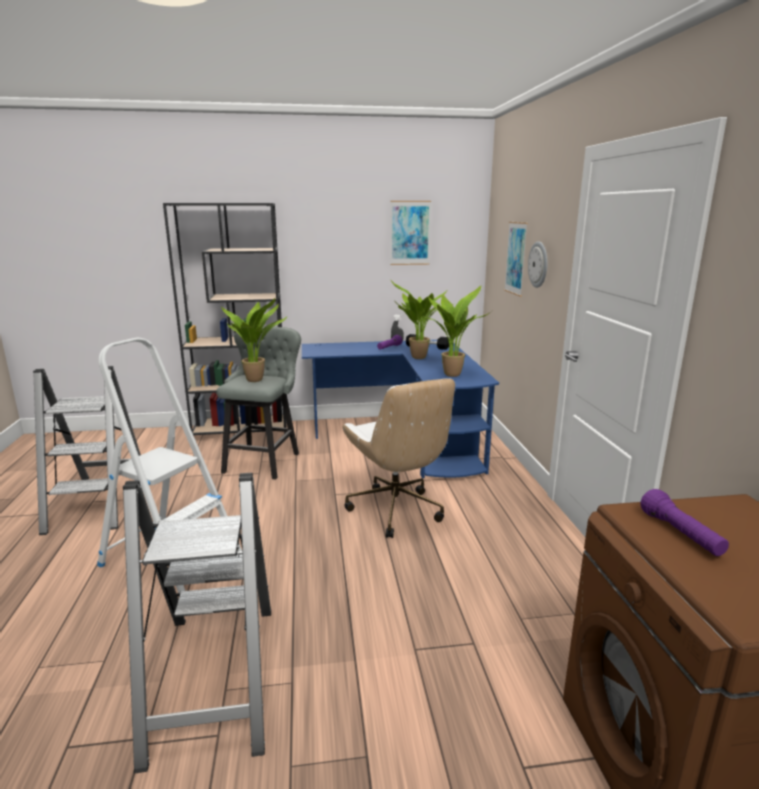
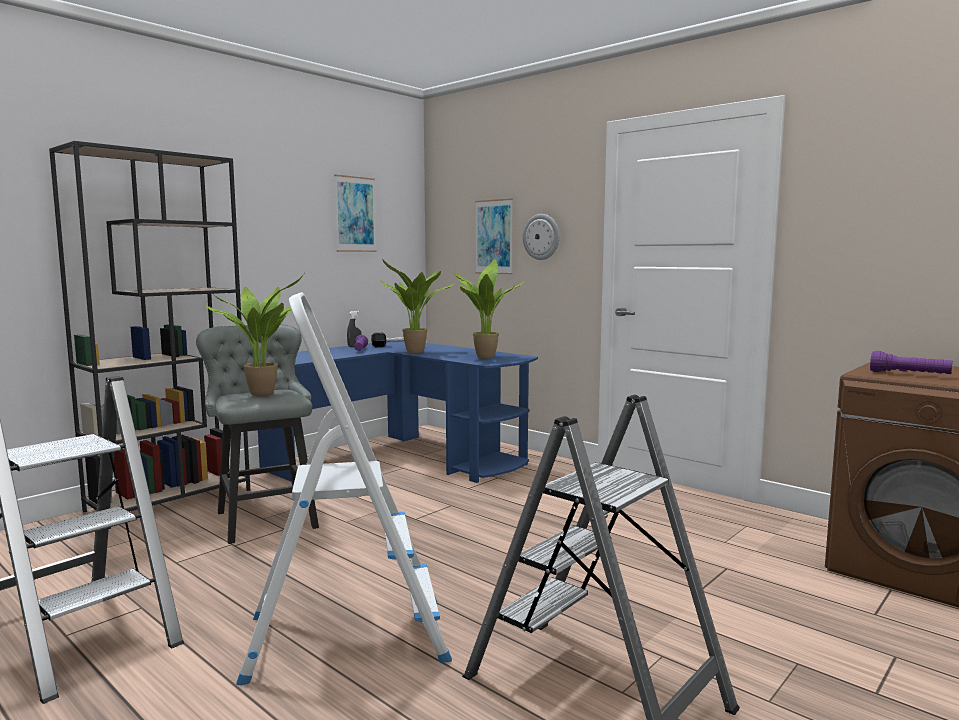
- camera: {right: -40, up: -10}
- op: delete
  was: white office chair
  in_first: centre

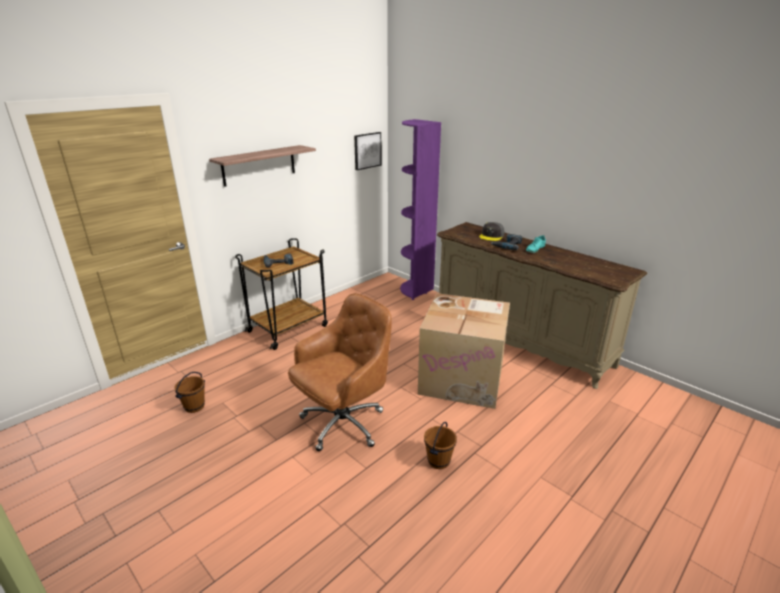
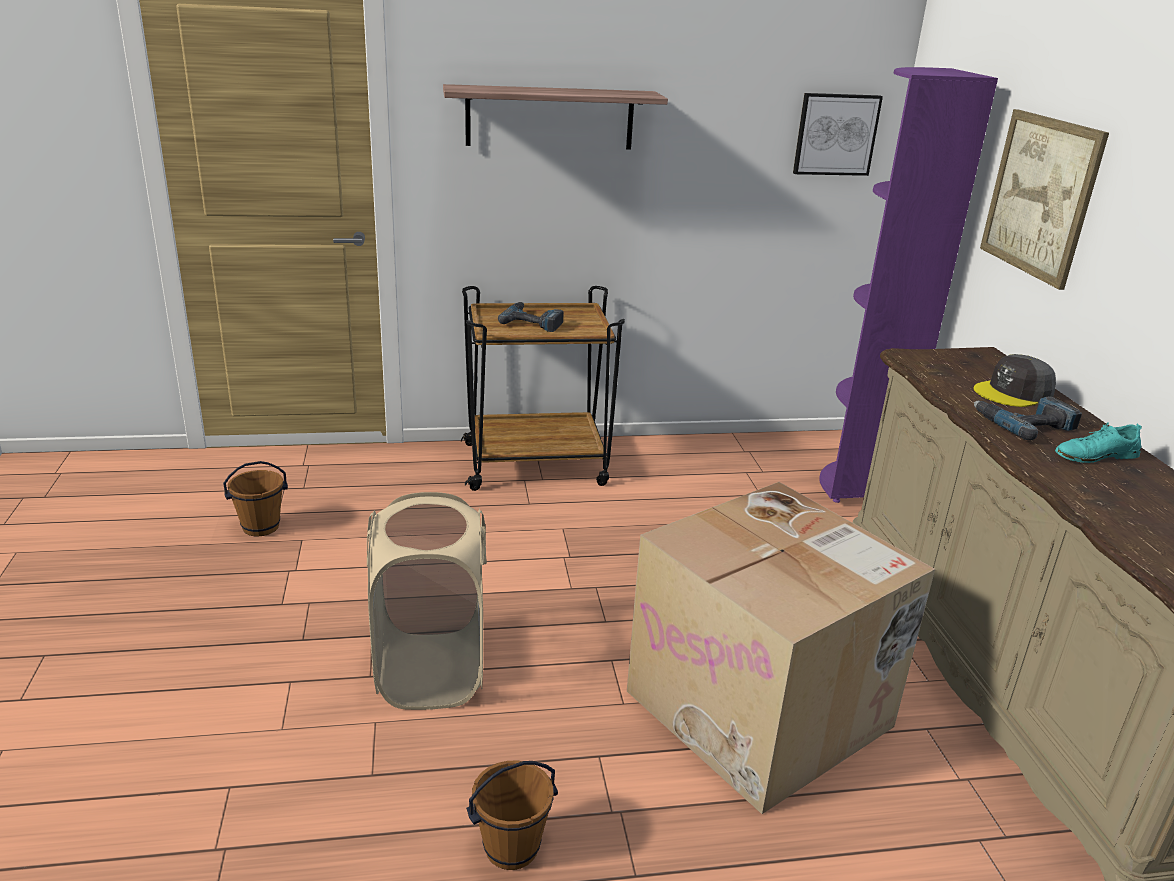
- camera: {right: 35, up: 0}
- op: replace
  was: brown-coloured office chair
  now: beige-coloured laundry basket
  in_first: centre
  in_second: bottom centre
- op: insert
  now: wall art (2nd from left)
  in_second: top right

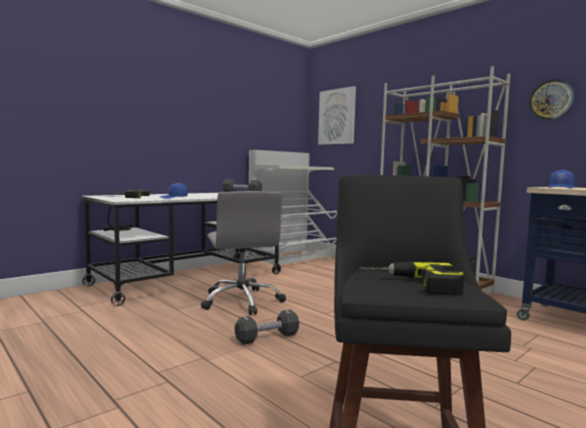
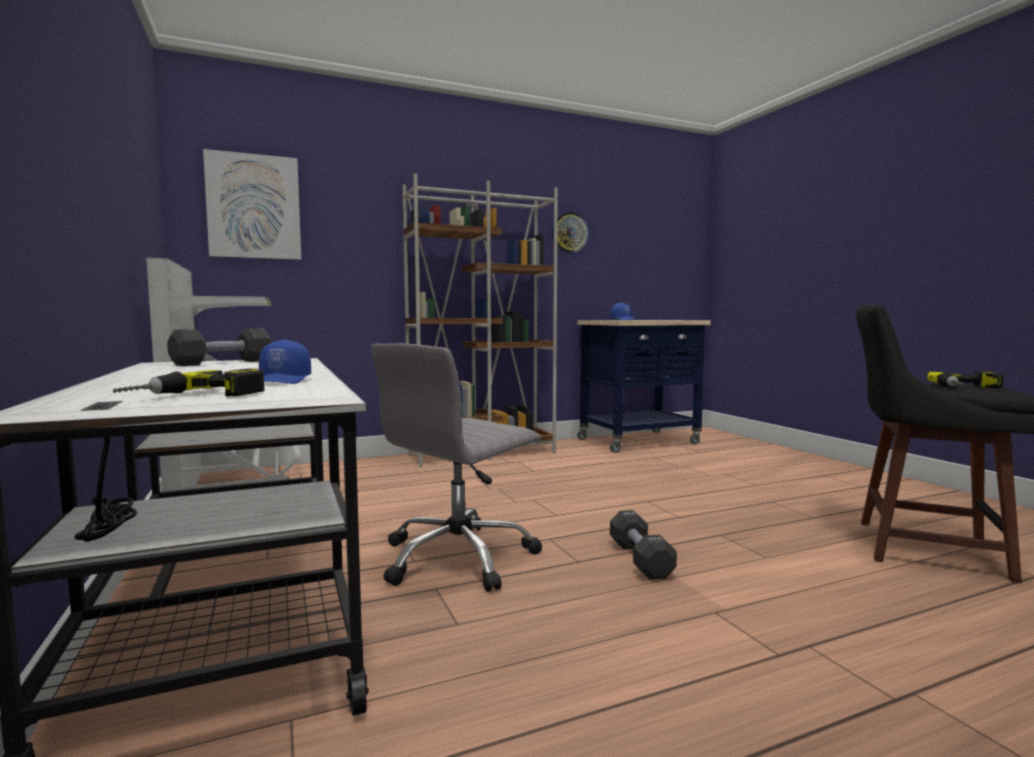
- camera: {right: -70, up: 0}
- op: rotate
  was: gray office chair
  in_first: centre
  in_second: centre
  clockwise: 135

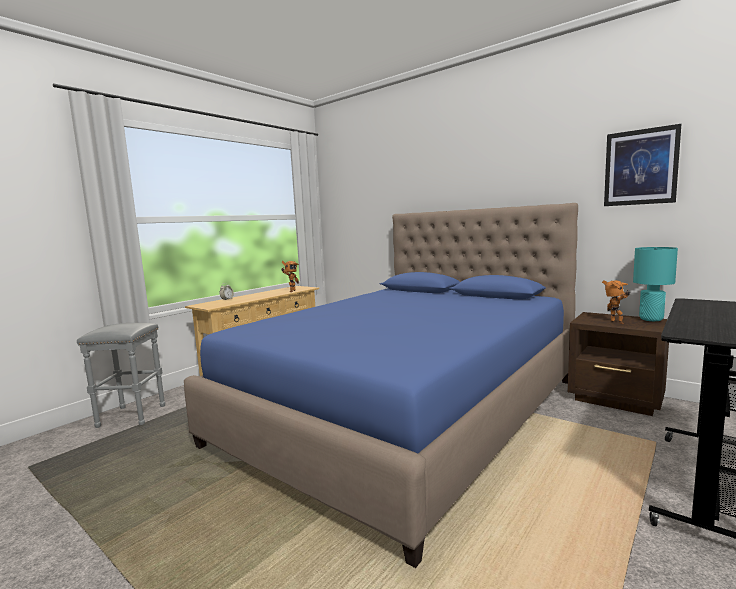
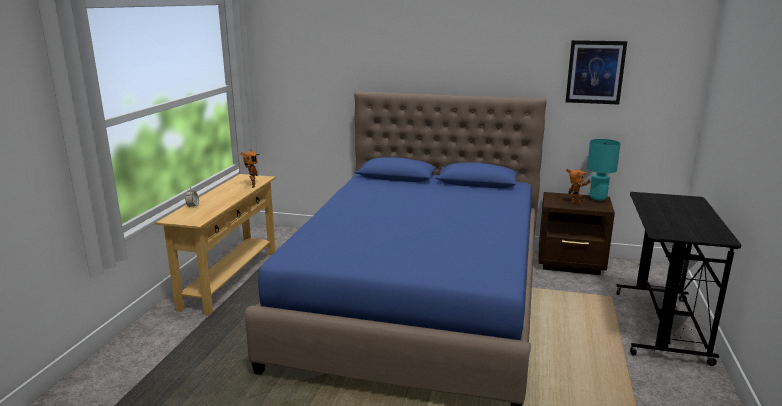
- camera: {right: -25, up: 10}
- op: delete
  was: gray sitting stool
  in_first: middle left

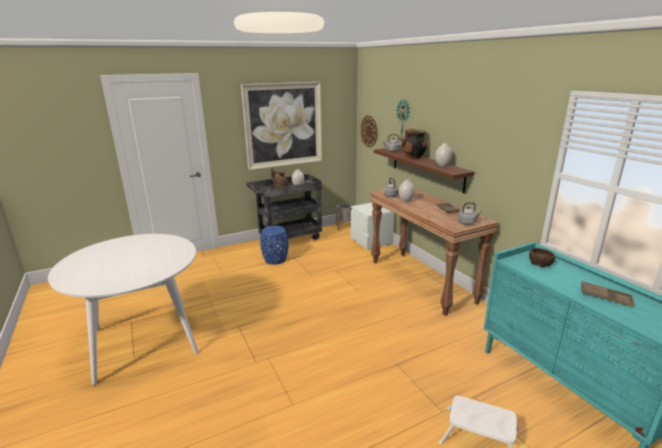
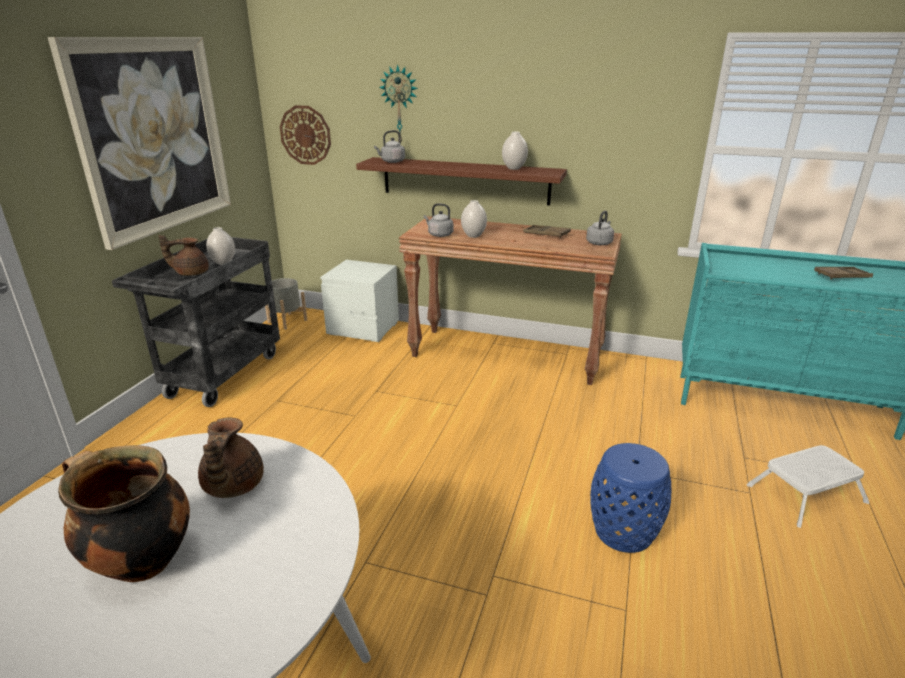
- camera: {right: -45, up: 5}
- op: move
  was: saucepot
  in_first: top centre
  in_second: bottom left
- op: insert
  now: brown-coloured tea pot (2nd from left)
  in_second: bottom left
- op: move
  was: blue sitting stool
  in_first: centre
  in_second: bottom right
- op: delete
  was: brown-coloured serving bowl
  in_first: middle right

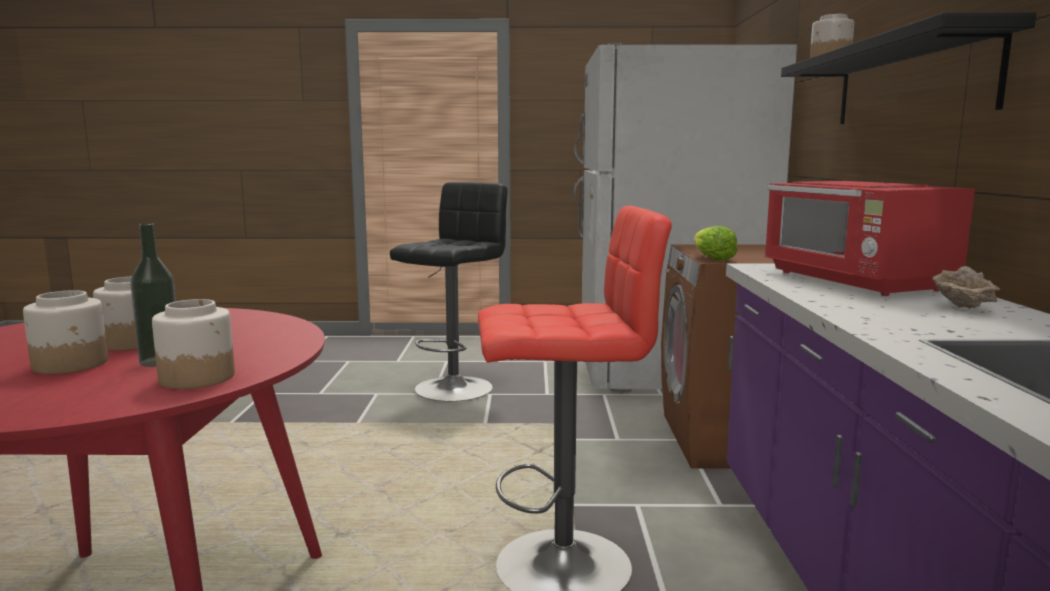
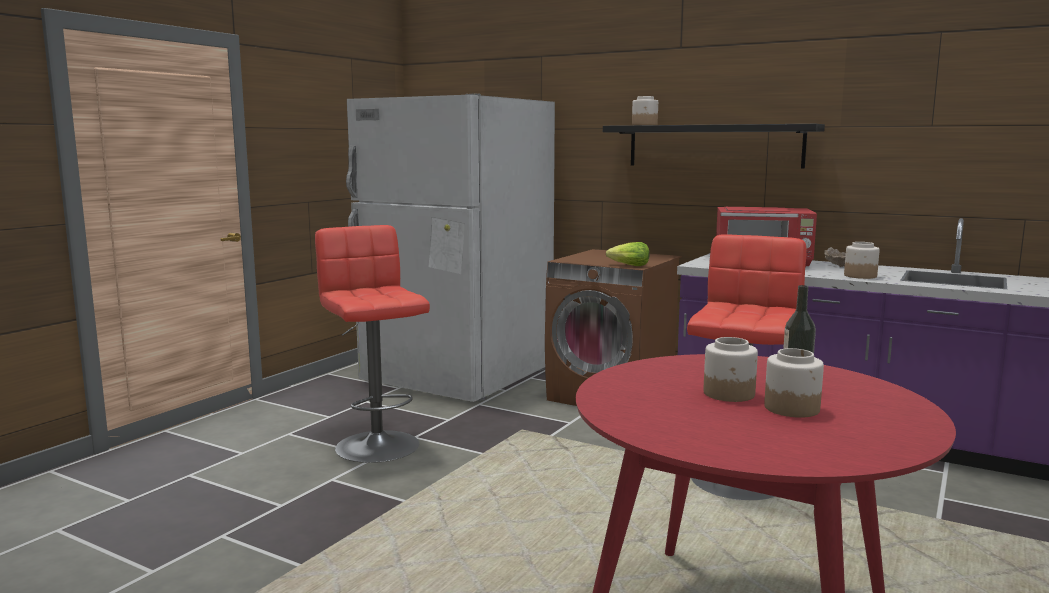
- camera: {right: -60, up: 0}
- op: recolor
  was: blackish sitting stool
  now: reddish sitting stool (1st from left)
  in_first: centre
  in_second: centre
- op: move
  was: jar (3rd from left in the first image)
  now: jar (4th from left)
  in_first: middle left
  in_second: middle right

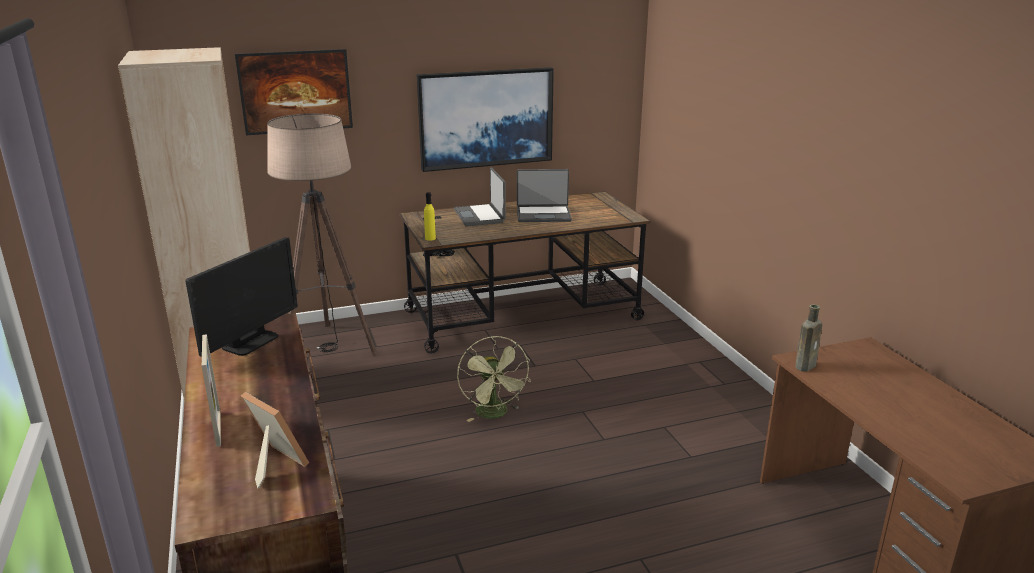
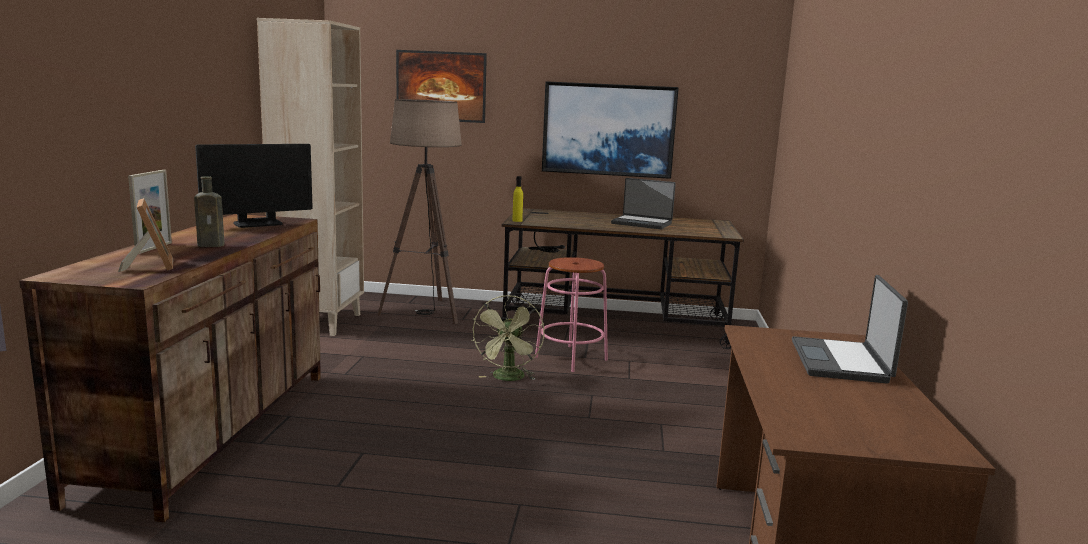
- camera: {right: 25, up: -10}
- op: move
  was: brown-coloured bottle
  in_first: middle right
  in_second: middle left
- op: insert
  now: pink sitting stool
  in_second: centre
- op: move
  was: notebook computer (1st from left in the first image)
  now: notebook computer (2nd from left)
  in_first: centre
  in_second: middle right

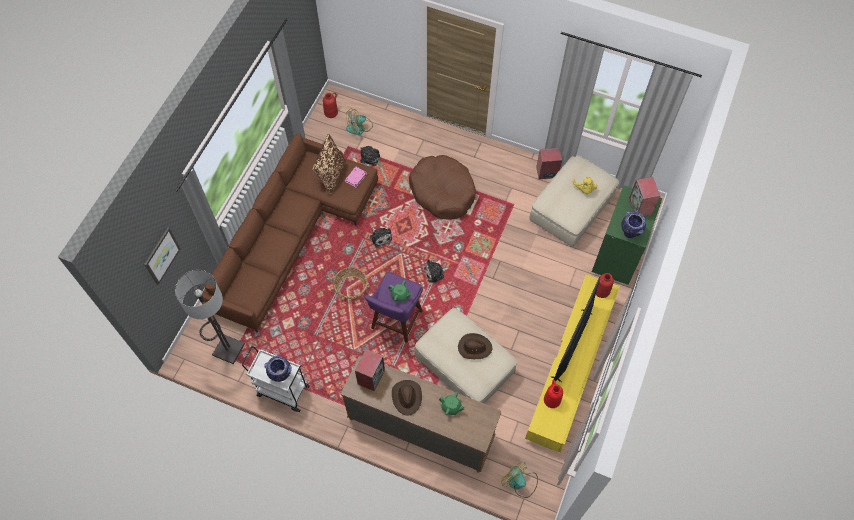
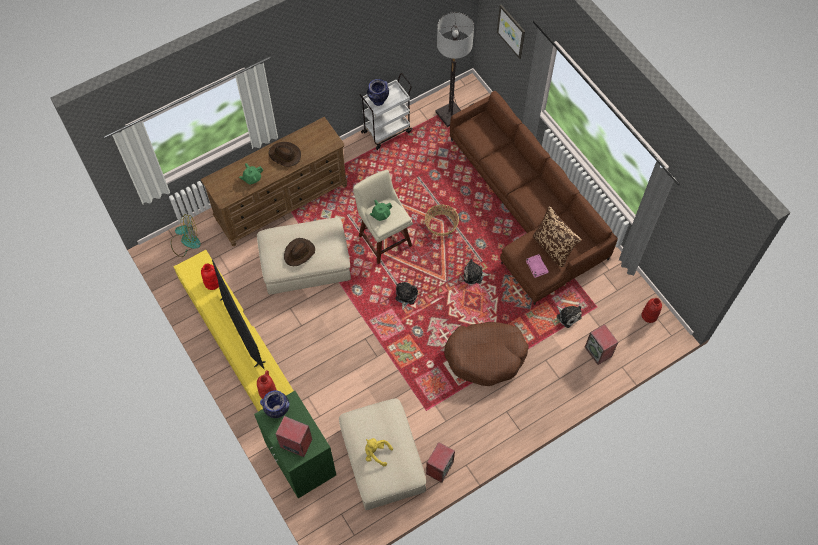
- camera: {right: 125, up: 0}
- op: recolor
  was: purple-coloured sitting stool
  now: beige-coloured sitting stool
  in_first: centre
  in_second: centre
- op: move
  was: loudspeaker (1st from left in the first image)
  now: loudspeaker (3rd from left)
  in_first: bottom centre
  in_second: middle right
- op: delete
  was: electric fan (1st from left)
  in_first: top centre

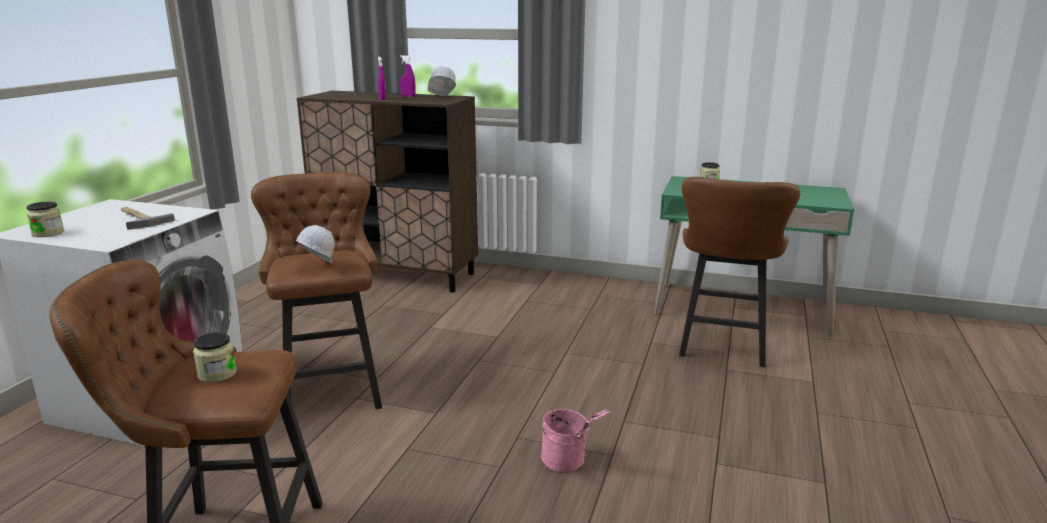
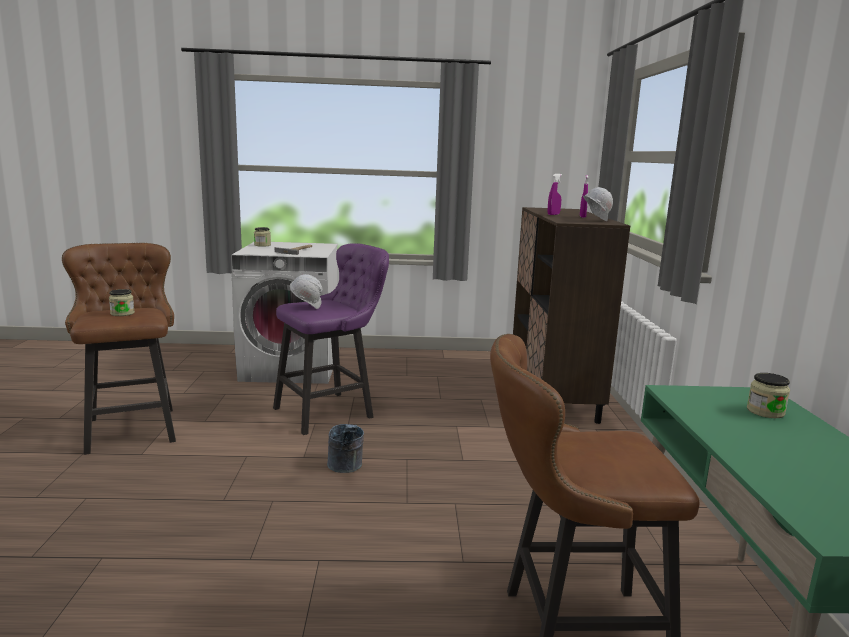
- camera: {right: 70, up: -5}
- op: recolor
  was: brown-coloured sitting stool (2nd from left)
  now: purple-coloured sitting stool
  in_first: middle left
  in_second: centre
- op: insert
  now: gray pail
  in_second: bottom centre
- op: delete
  was: pink pail
  in_first: bottom centre

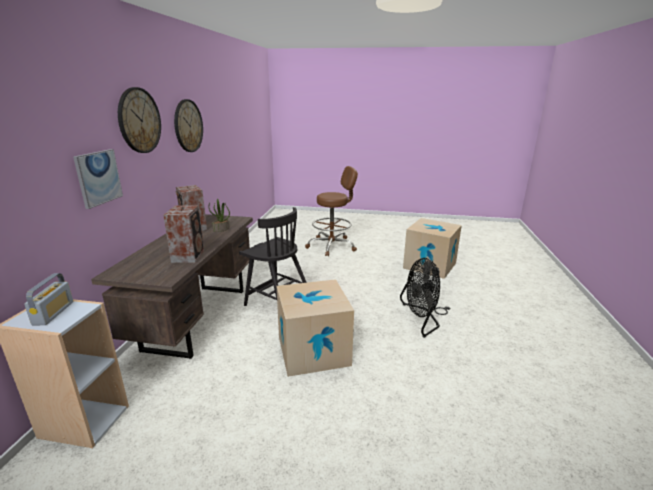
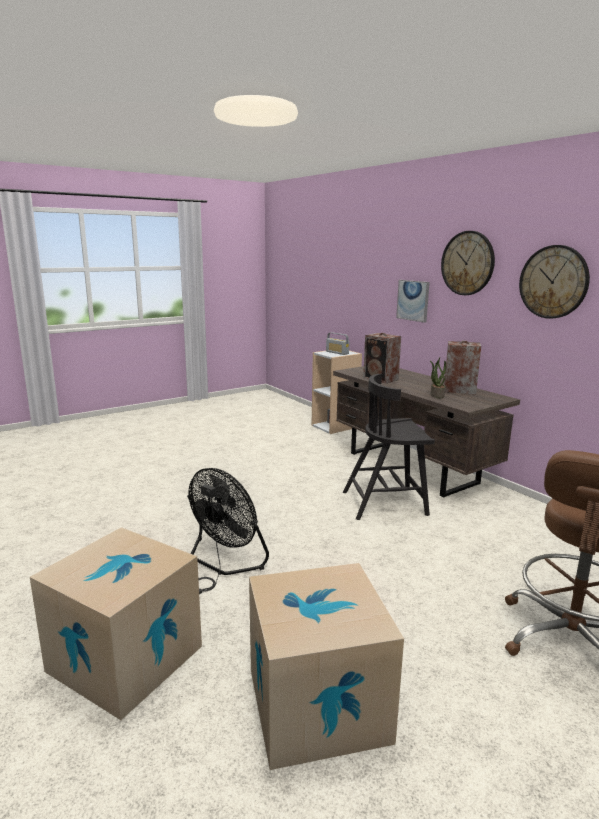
- camera: {right: 135, up: -5}
- op: move
  was: carton (1st from left)
  in_first: bottom centre
  in_second: bottom left

